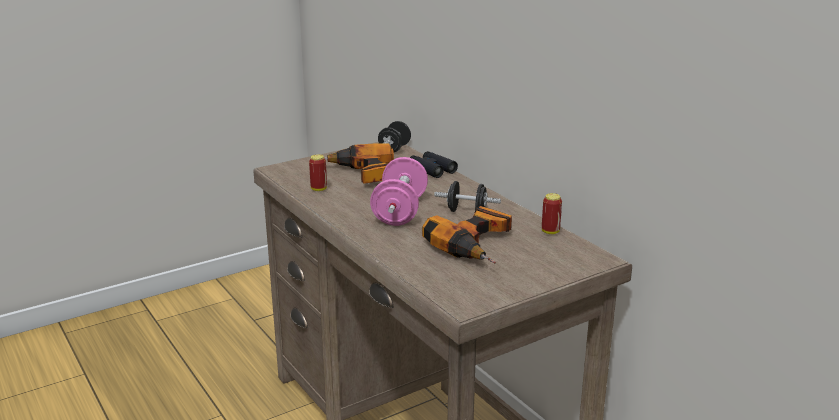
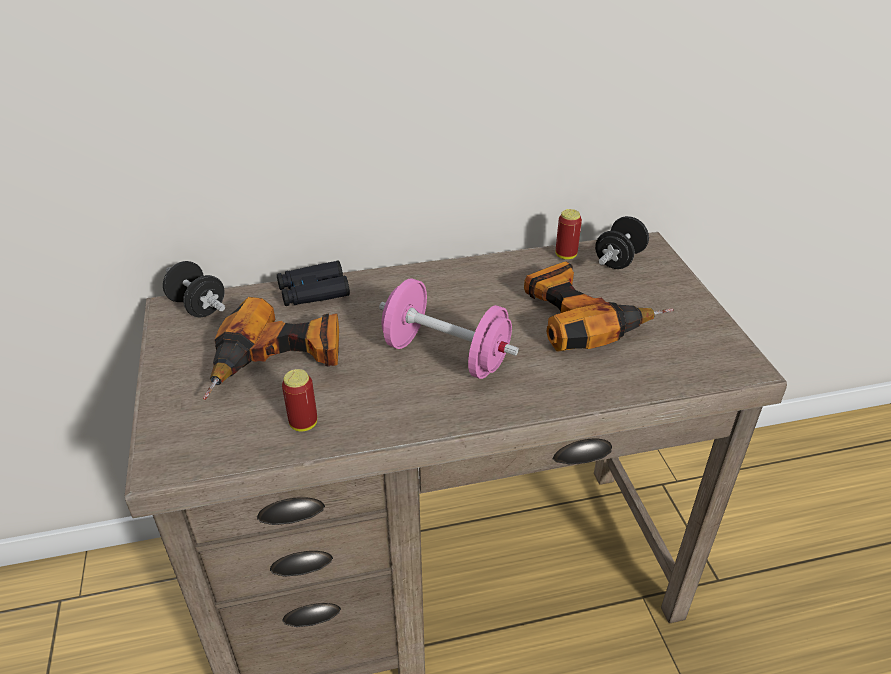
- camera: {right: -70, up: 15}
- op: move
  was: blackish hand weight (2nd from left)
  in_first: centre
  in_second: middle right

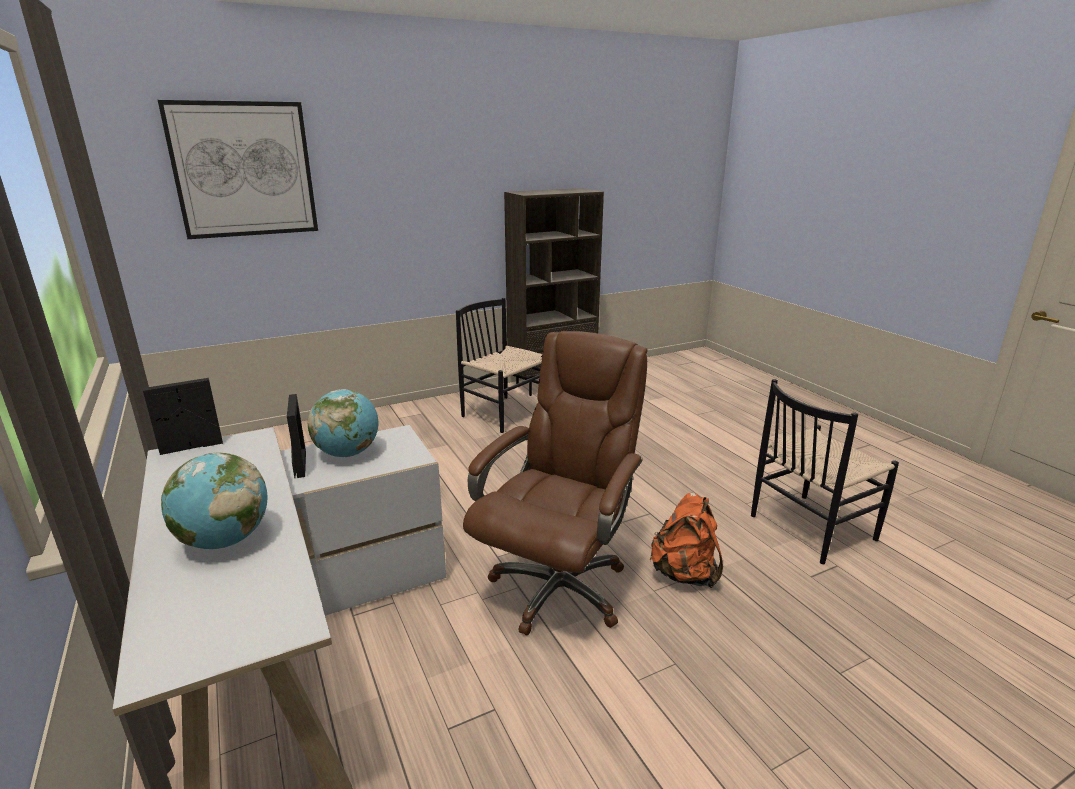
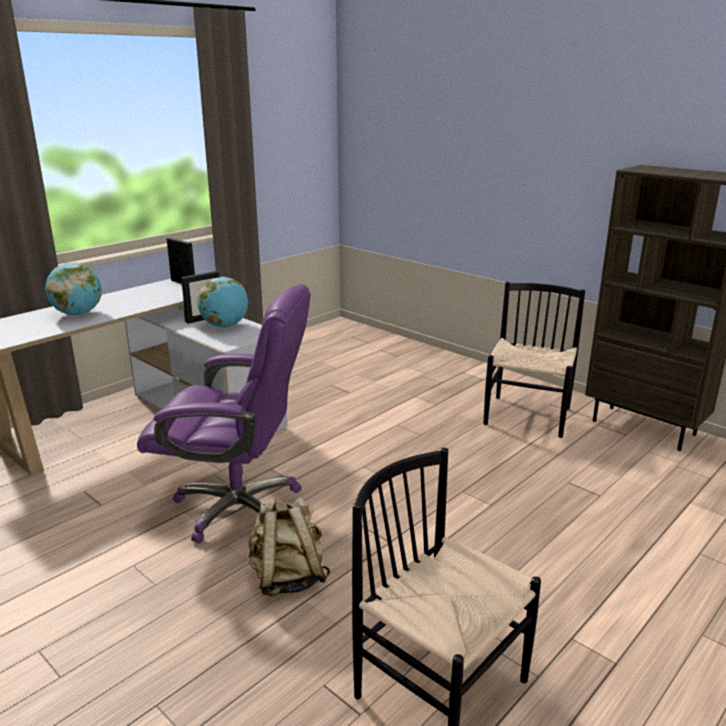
- camera: {right: 70, up: 0}
- op: recolor
  was: brown-coloured office chair
  now: purple-coloured office chair
  in_first: centre
  in_second: middle left
- op: recolor
  was: orangey backpack
  now: beige-coloured backpack
  in_first: bottom centre
  in_second: bottom centre
- op: delete
  was: wall art
  in_first: top left

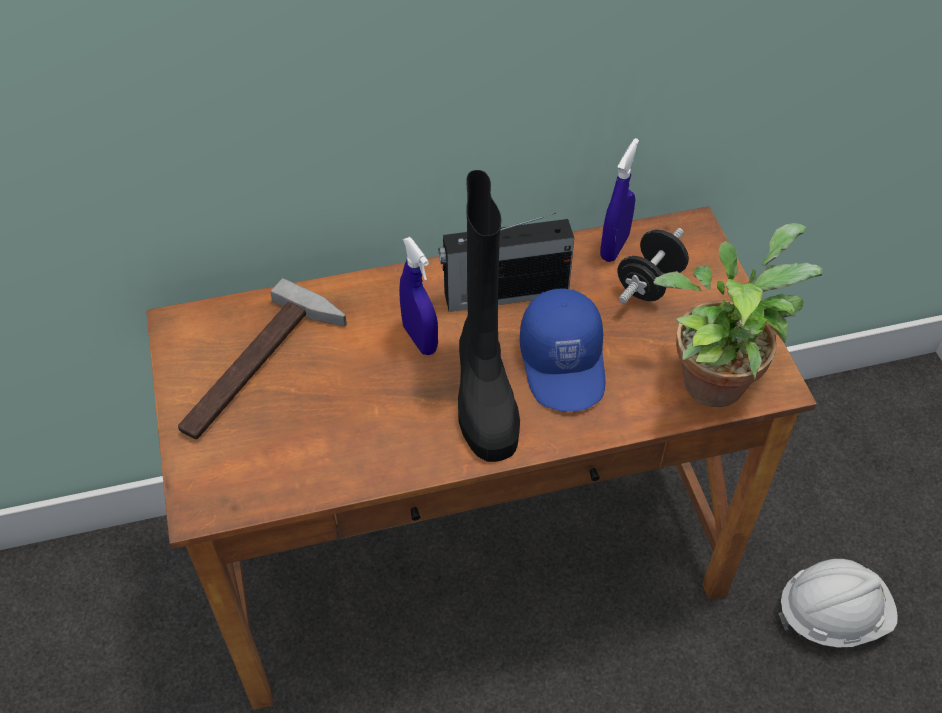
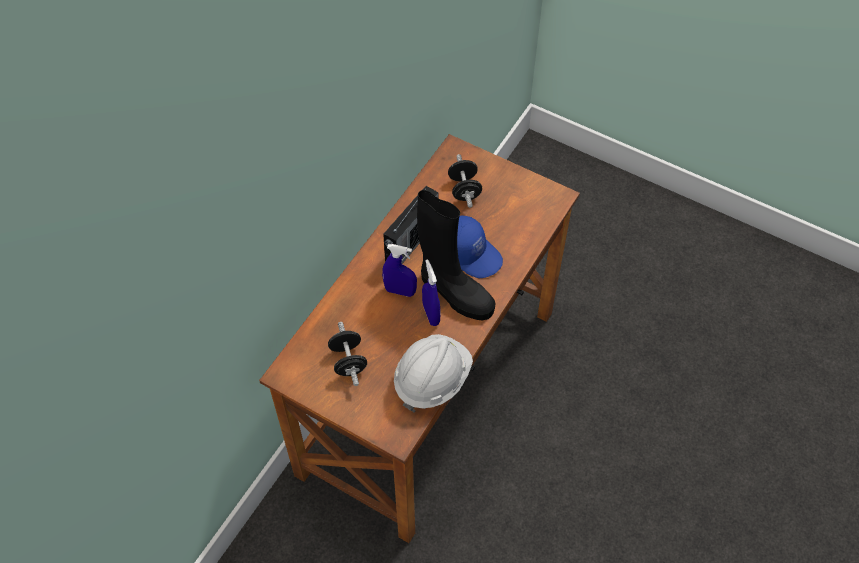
- camera: {right: -45, up: 5}
- op: replace
  was: hammer
  now: blackish hand weight (1st from left)
  in_first: middle left
  in_second: centre
- op: move
  was: white work helmet
  in_first: bottom right
  in_second: centre
- op: move
  was: blue hand sprayer (2nd from left)
  in_first: top centre
  in_second: centre
- op: delete
  was: houseplant
  in_first: middle right

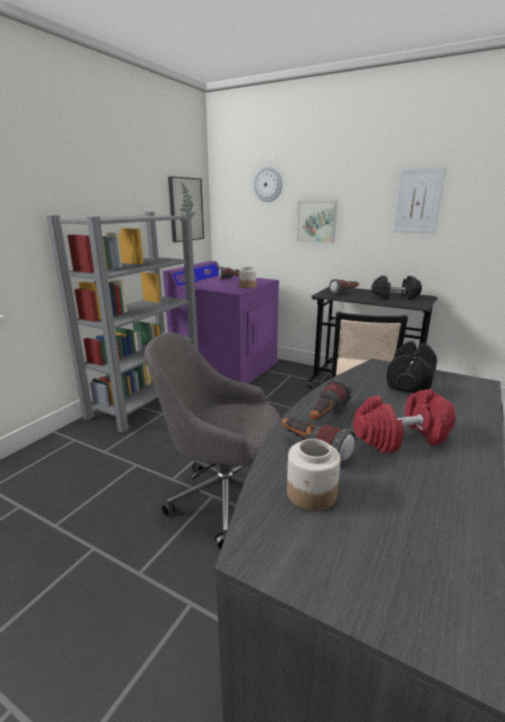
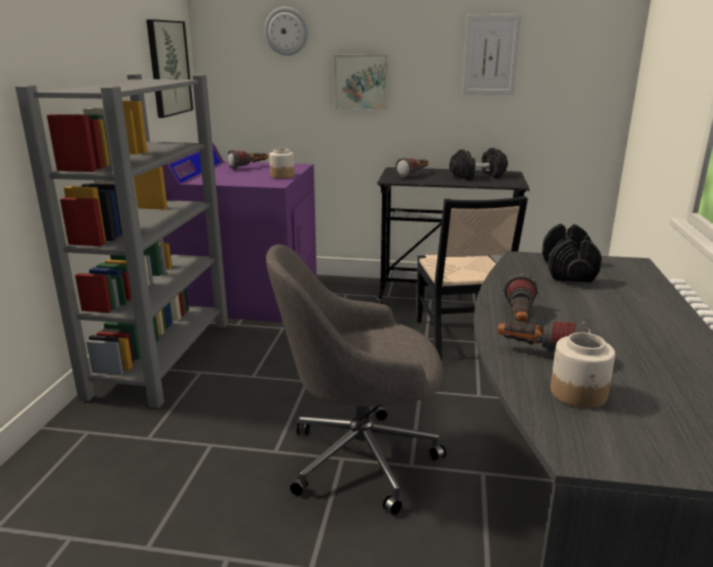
- camera: {right: -20, up: 0}
- op: delete
  was: reddish hand weight
  in_first: middle right

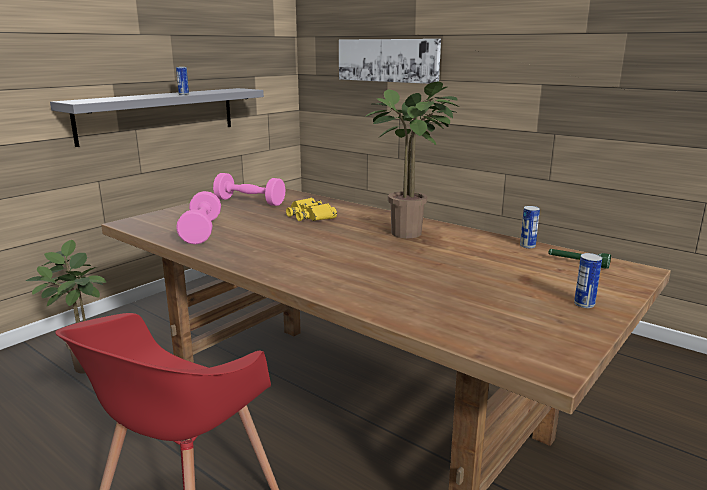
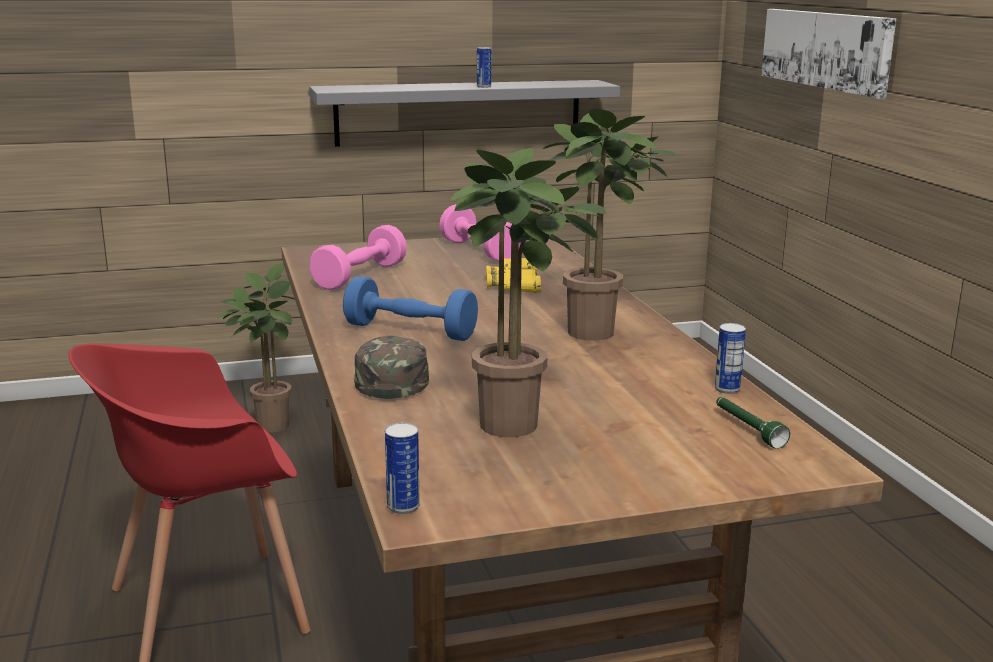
- camera: {right: 35, up: 0}
- op: insert
  now: blue hand weight
  in_second: centre
- op: insert
  now: green-coloured baseball cap
  in_second: centre
- op: move
  was: metal can (3rd from left in the first image)
  now: metal can (1st from left)
  in_first: middle right
  in_second: bottom centre
- op: insert
  now: houseplant (2nd from left)
  in_second: centre

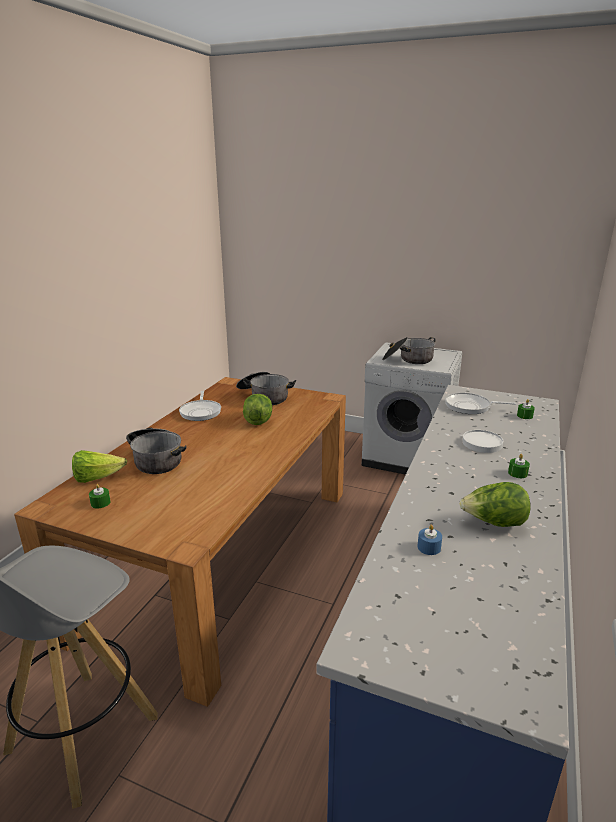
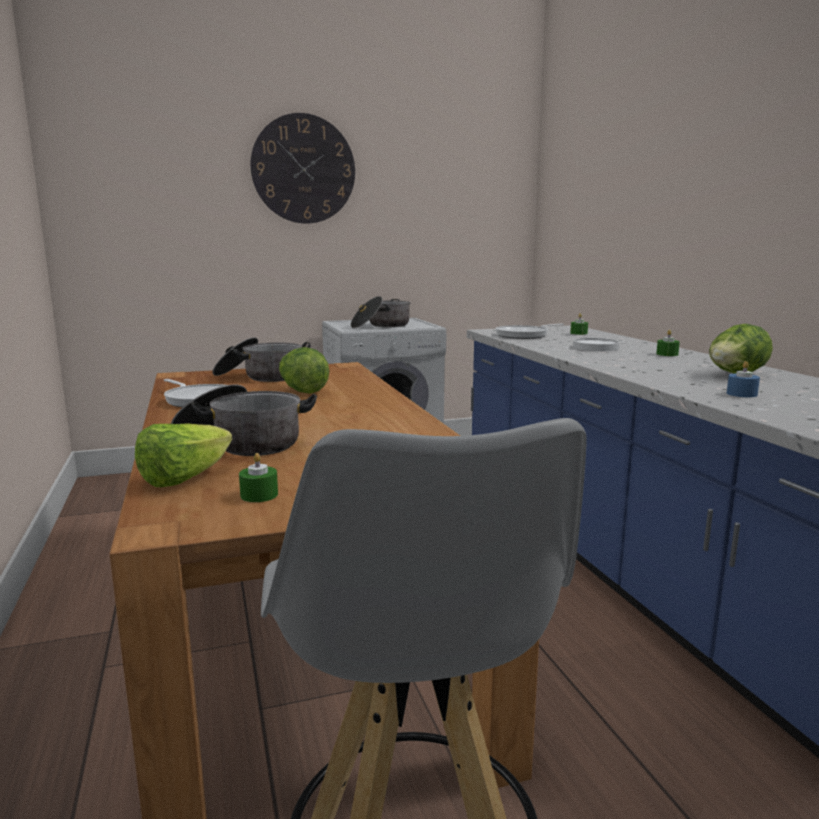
- camera: {right: -40, up: -10}
- op: insert
  now: clock on the wall
  in_second: top centre

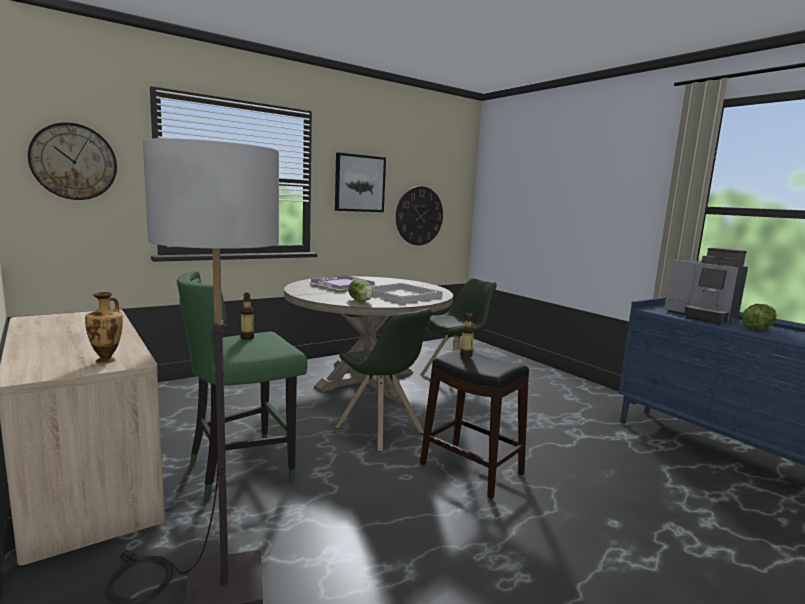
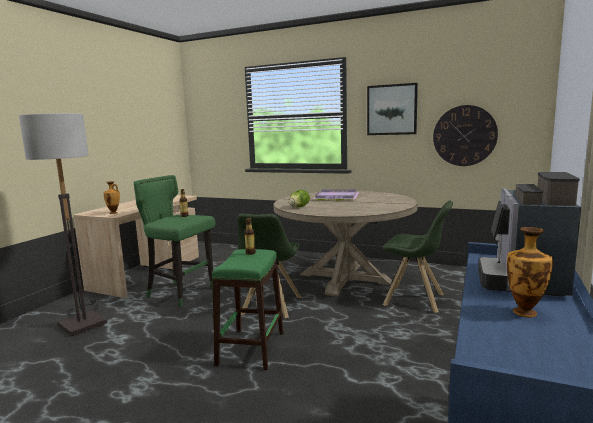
- camera: {right: 60, up: 0}
- op: recolor
  was: blackish sitting stool
  now: green-coloured sitting stool (2nd from left)
  in_first: bottom centre
  in_second: bottom centre
- op: replace
  was: lettuce head (2nd from left)
  now: vase (2nd from left)
  in_first: middle right
  in_second: middle right
- op: delete
  was: clock on the wall (1st from left)
  in_first: top left
- op: delete
  was: white serving tray
  in_first: centre

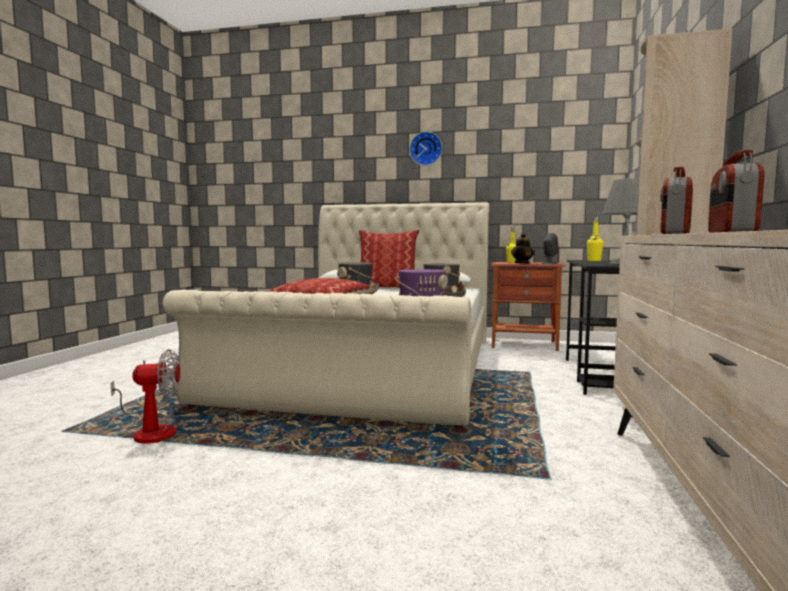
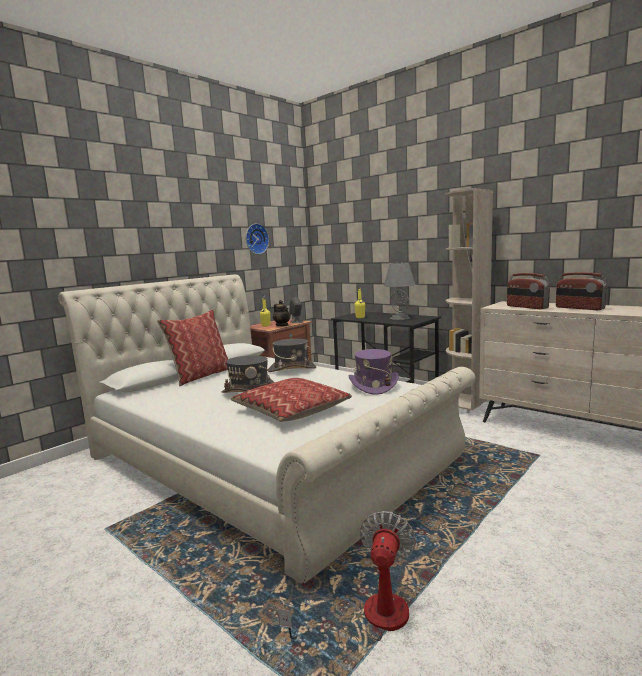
- camera: {right: -60, up: 5}
- op: move
  was: clock on the wall
  in_first: top centre
  in_second: centre

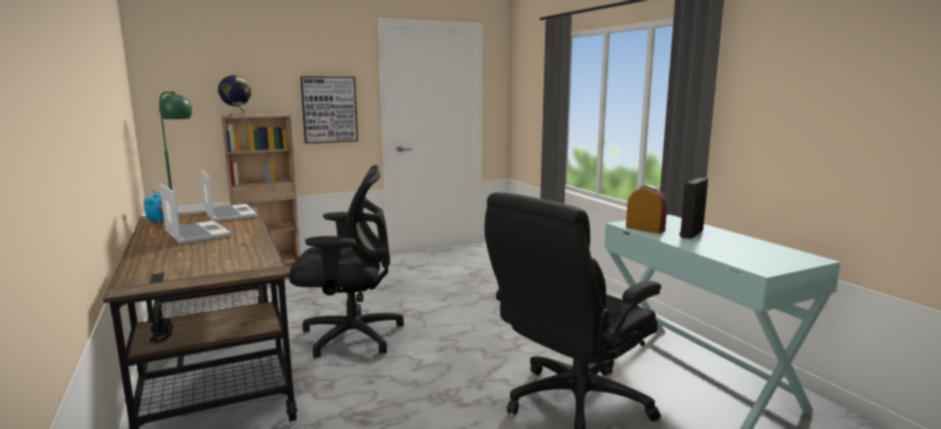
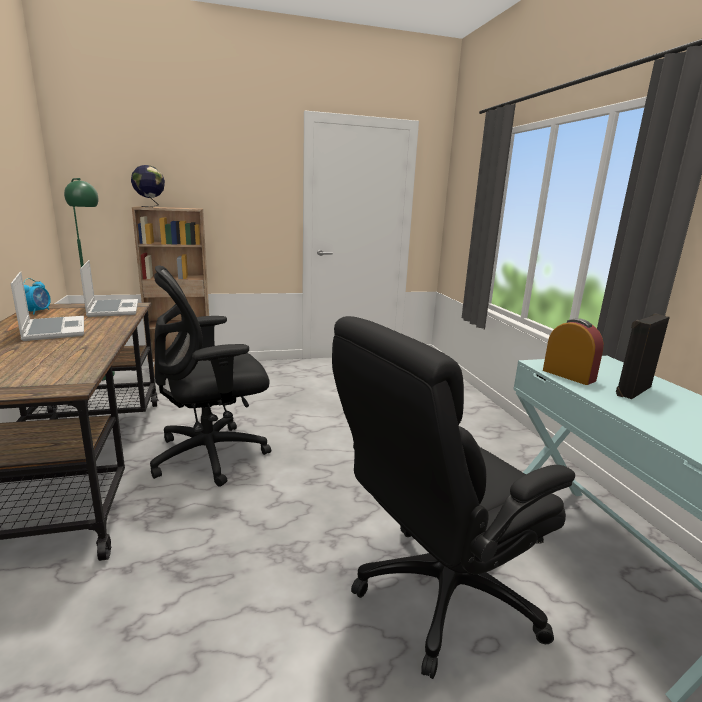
- camera: {right: 10, up: 5}
- op: rotate
  was: blackish office chair (1st from left)
  in_first: centre
  in_second: middle left
  clockwise: 150
- op: delete
  was: wall art
  in_first: top centre

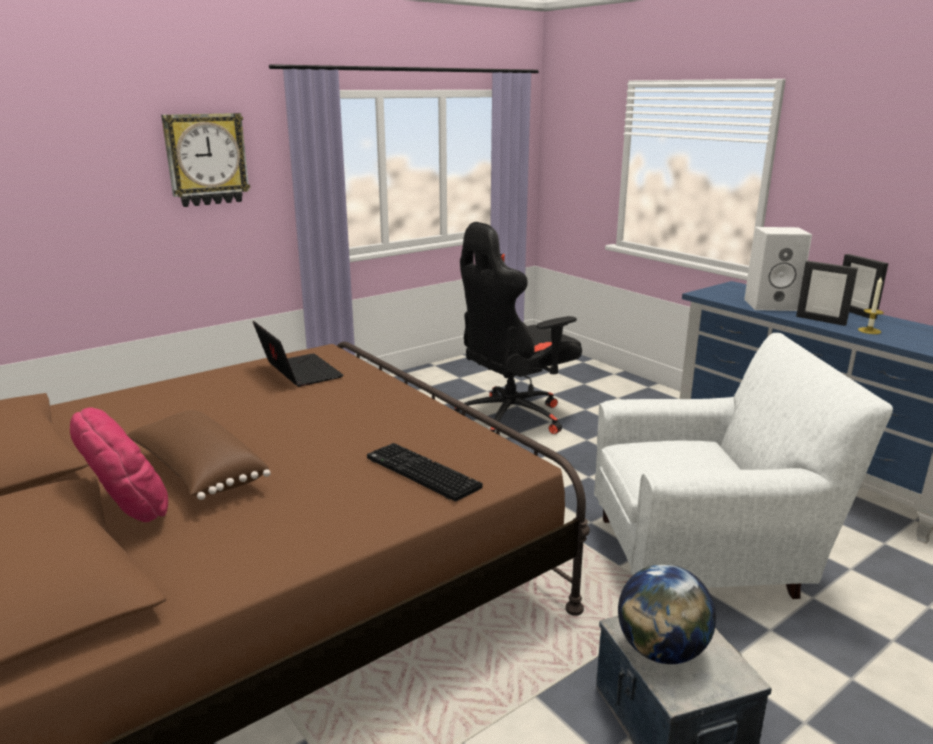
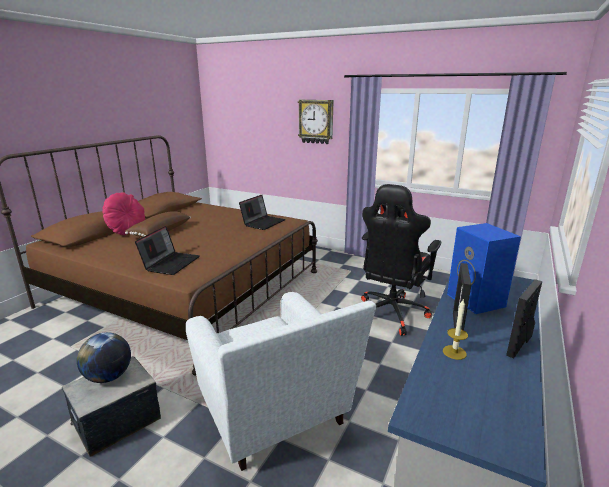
- camera: {right: 65, up: 0}
- op: replace
  was: PC keyboard
  now: notebook computer (1st from left)
  in_first: centre
  in_second: middle left
- op: rotate
  was: blackish office chair
  in_first: centre
  in_second: centre
  clockwise: -90
- op: recolor
  was: white loudspeaker
  now: blue loudspeaker
  in_first: middle right
  in_second: middle right

